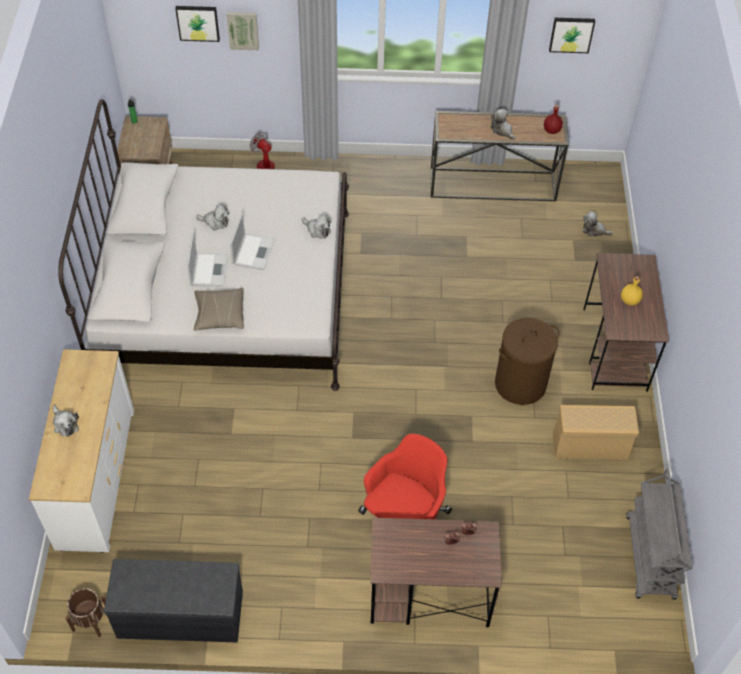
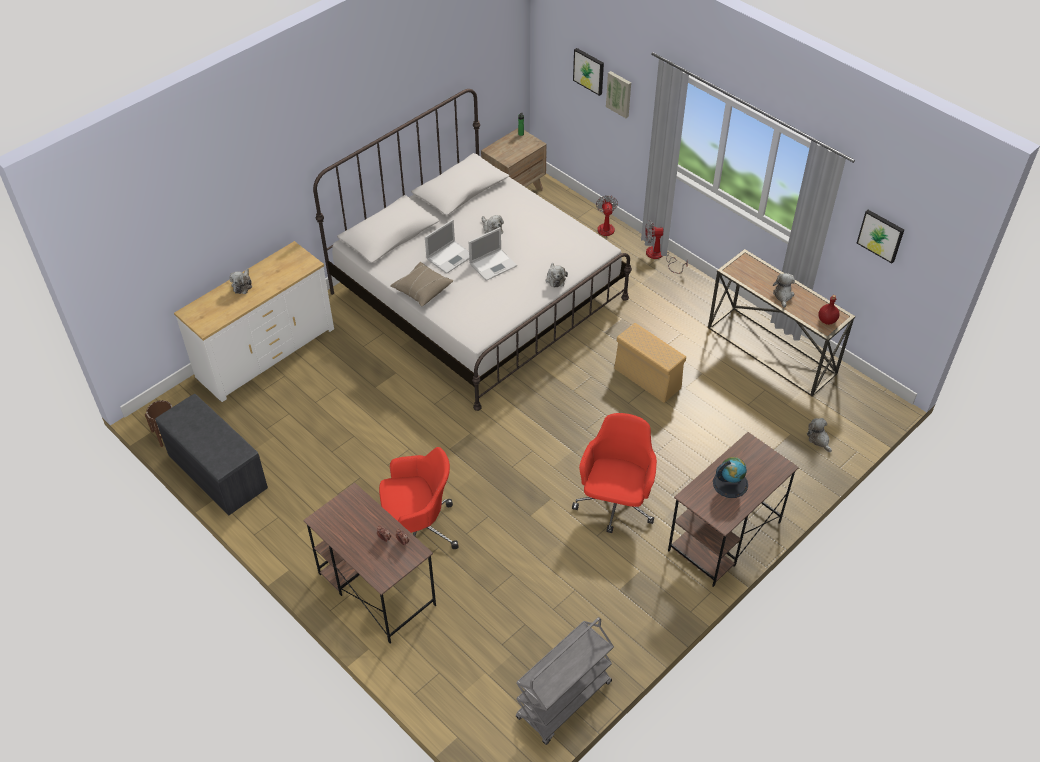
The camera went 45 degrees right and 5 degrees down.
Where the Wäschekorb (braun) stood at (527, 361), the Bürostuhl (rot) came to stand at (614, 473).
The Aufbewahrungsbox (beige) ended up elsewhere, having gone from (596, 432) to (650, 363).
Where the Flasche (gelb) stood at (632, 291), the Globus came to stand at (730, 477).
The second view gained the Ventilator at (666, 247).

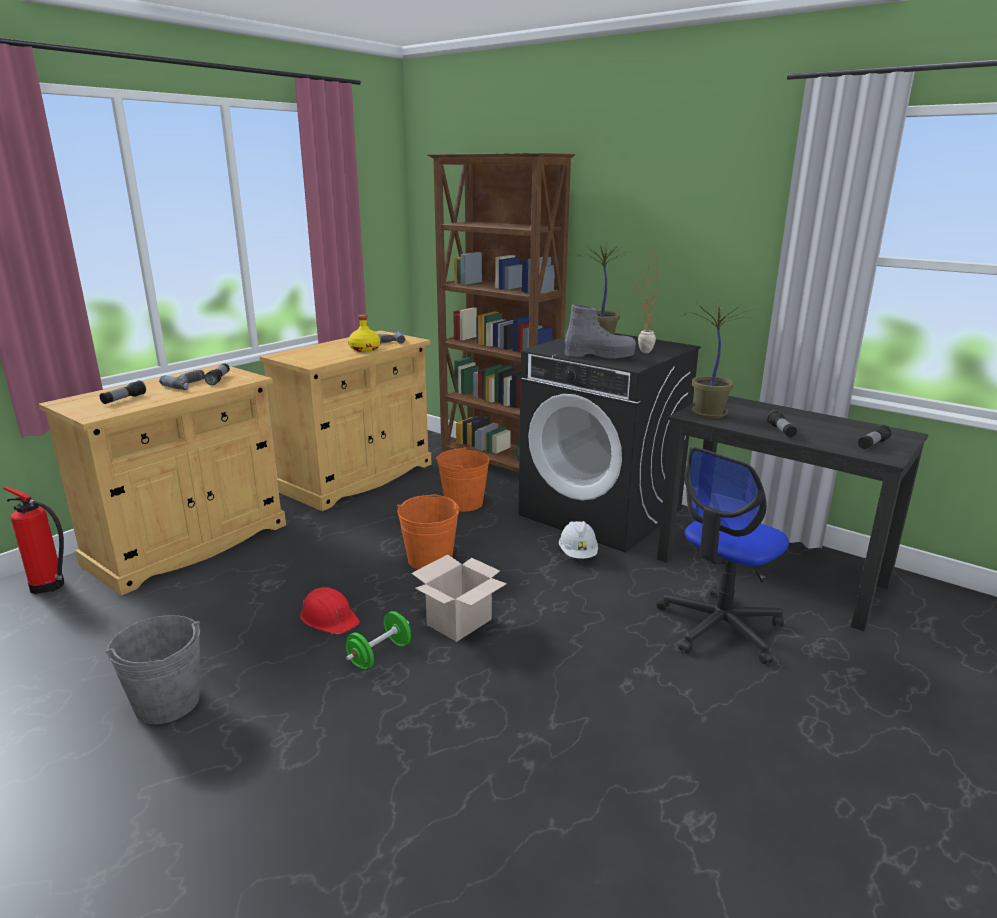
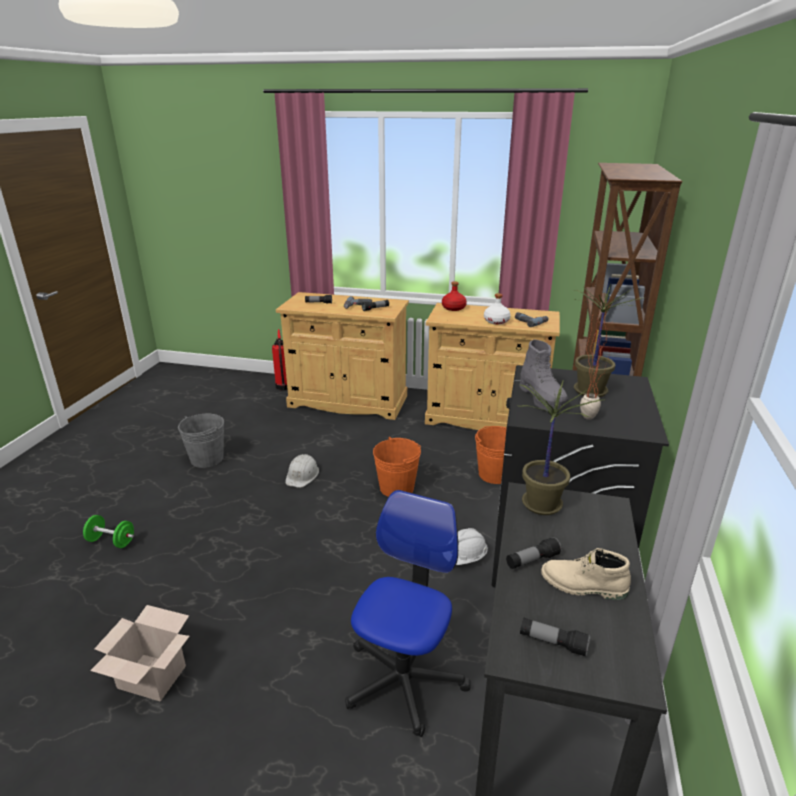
The camera went 65 degrees right and 5 degrees up.
What was the Schutzhelm (rot) at (330, 610) turned into the Schutzhelm (weiß) at (302, 471).
The Hantel (grün) ended up elsewhere, having gone from (378, 640) to (108, 531).
What was the Flasche (gelb) at (364, 333) turned into the Flasche (weiß) at (497, 309).
The Karton ended up elsewhere, having gone from (459, 598) to (140, 653).
The Bürostuhl at (723, 555) ended up facing another way, 90 degrees clockwise from before.
The second view gained the Flasche (rot) at (454, 296).
The second view gained the Stiefel (beige) at (586, 574).

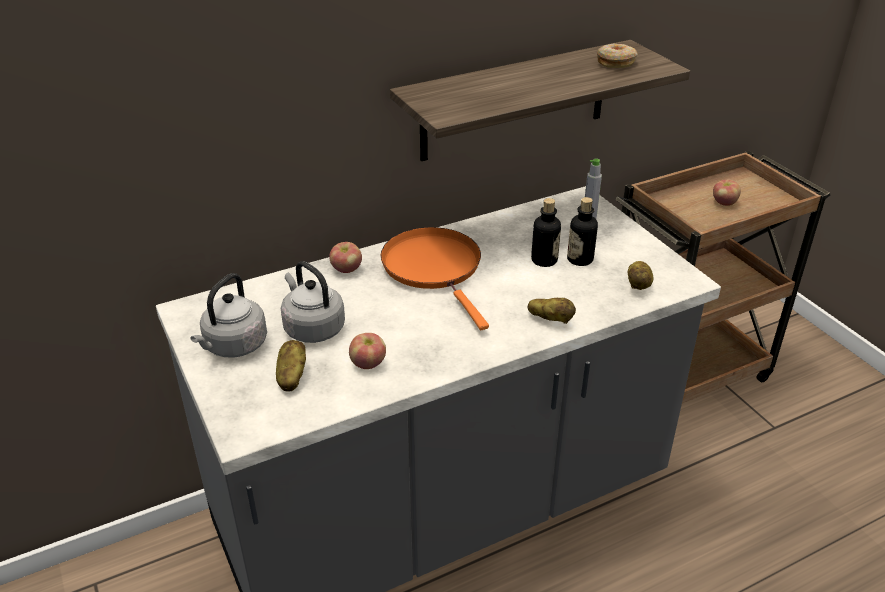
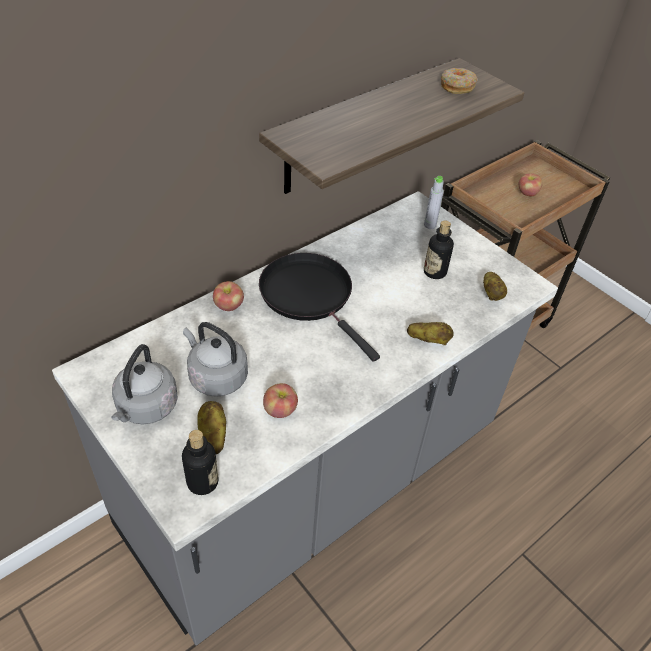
The camera went 15 degrees left and 10 degrees up.
What was the Pfanne (orange) at (435, 278) turned into the Pfanne (schwarz) at (319, 307).
The Flasche ended up elsewhere, having gone from (546, 232) to (200, 462).

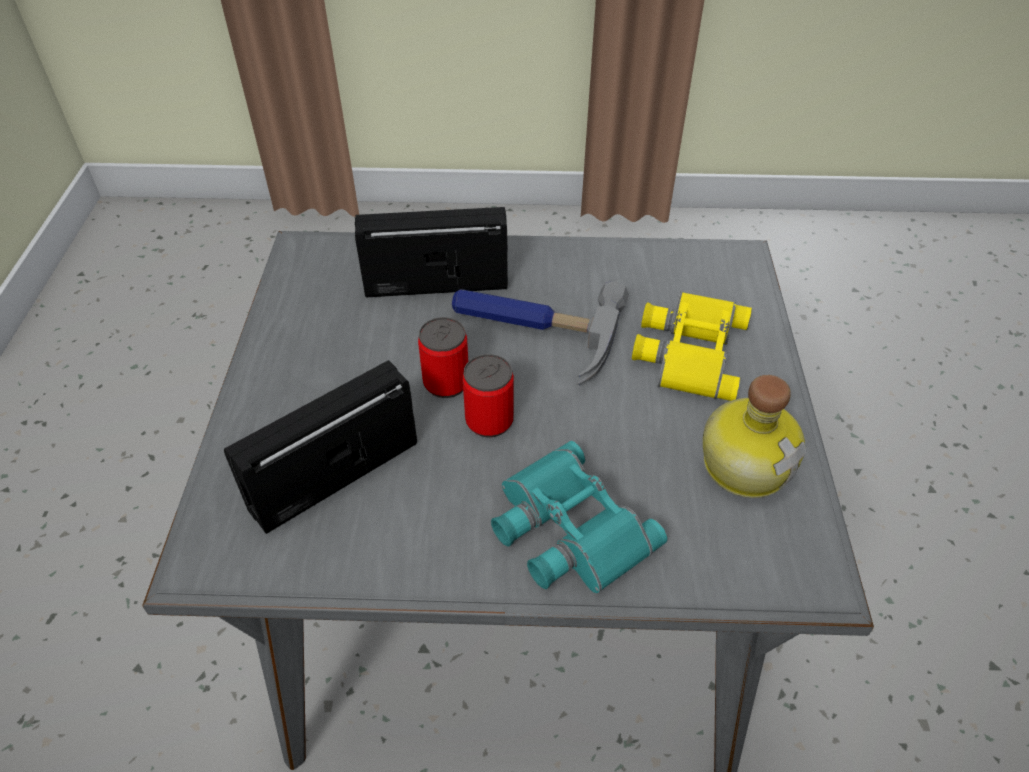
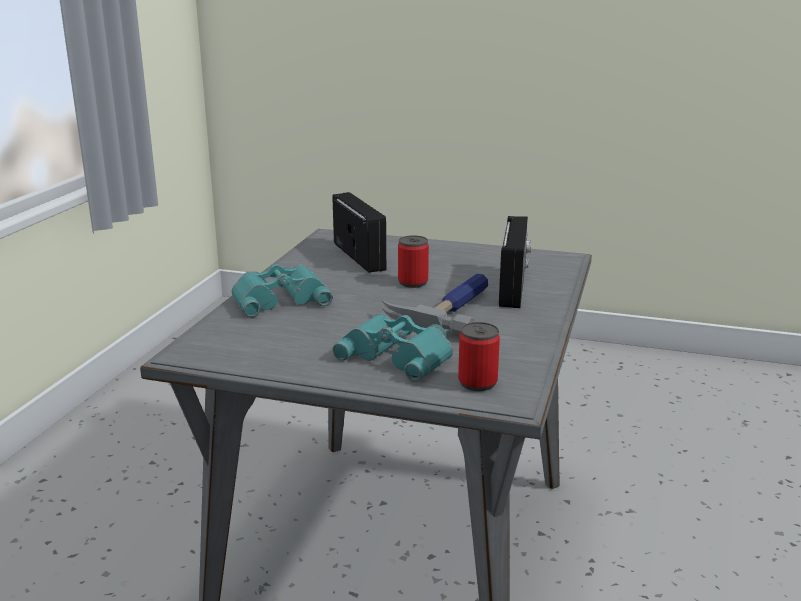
The camera went 105 degrees right and 25 degrees down.
The Dose ended up elsewhere, having gone from (488, 395) to (479, 356).
What was the Fernglas (gelb) at (692, 346) turned into the Fernglas (türkis) at (392, 347).
The second view lost the Flasche at (754, 436).

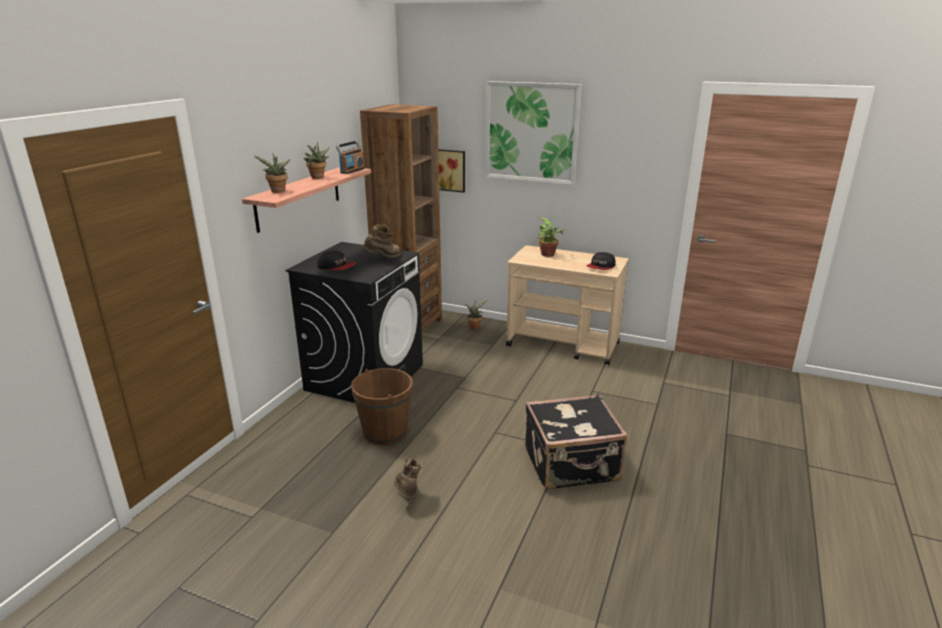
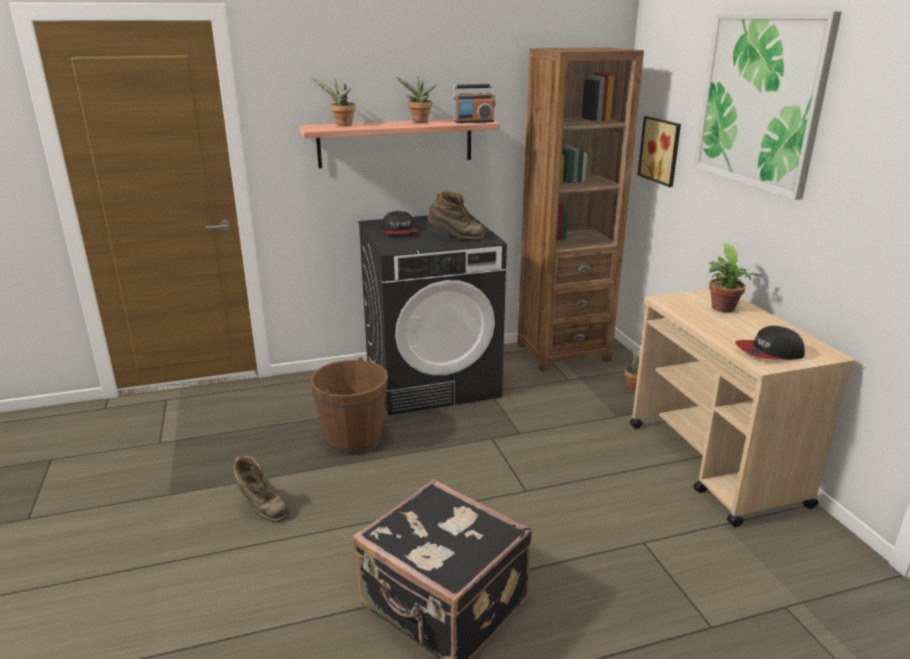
The camera went 50 degrees right and 0 degrees up.
The Stiefel (braun) at (409, 478) ended up facing another way, 90 degrees clockwise from before.

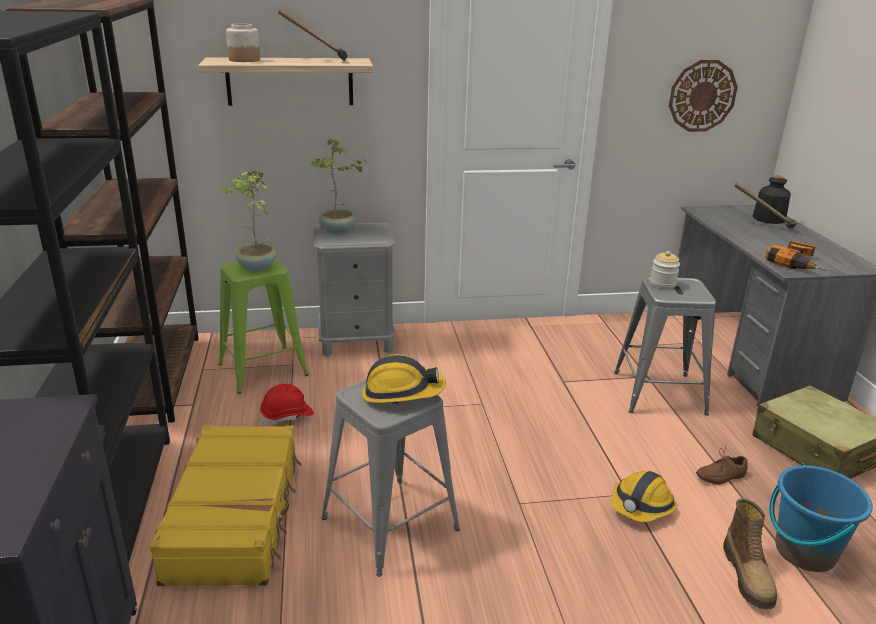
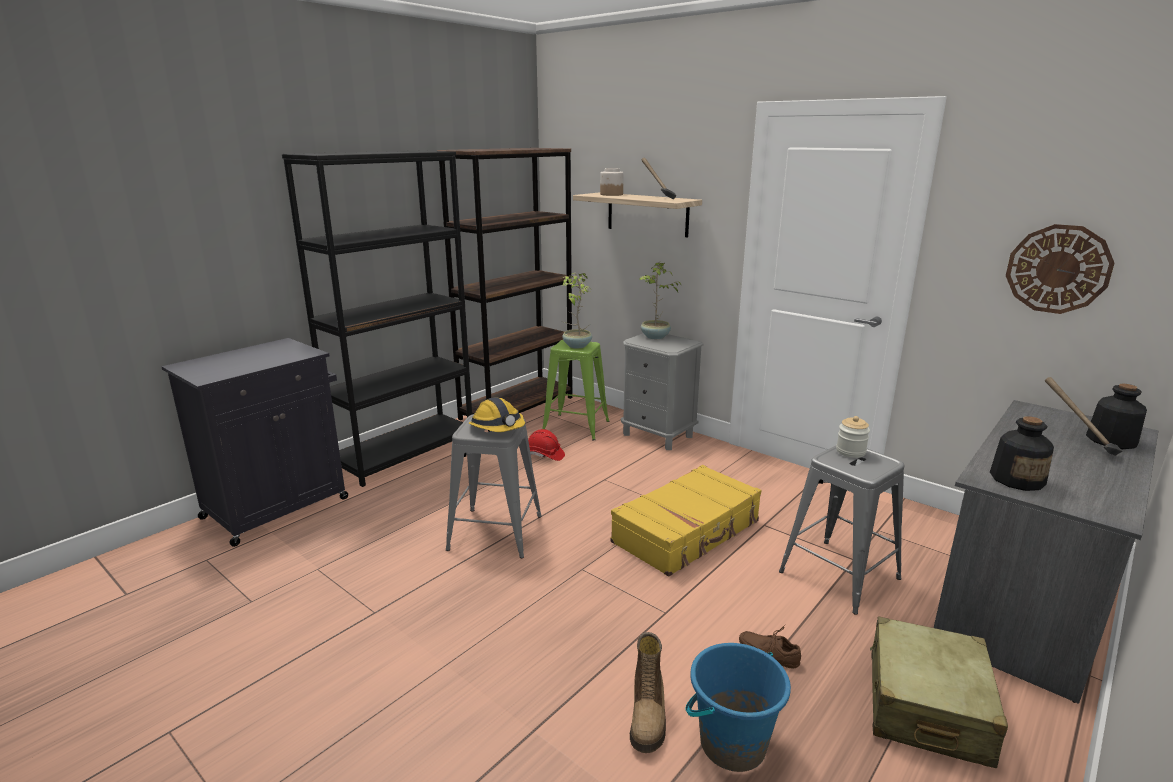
The camera went 50 degrees right and 5 degrees down.
The Koffer (gelb) ended up elsewhere, having gone from (225, 505) to (686, 521).
The second view lost the Schutzhelm at (644, 496).
The Stiefel at (750, 554) ended up facing another way, 45 degrees counterclockwise from before.
Where the Bohrmaschine stood at (796, 256), the Flasche came to stand at (1022, 453).

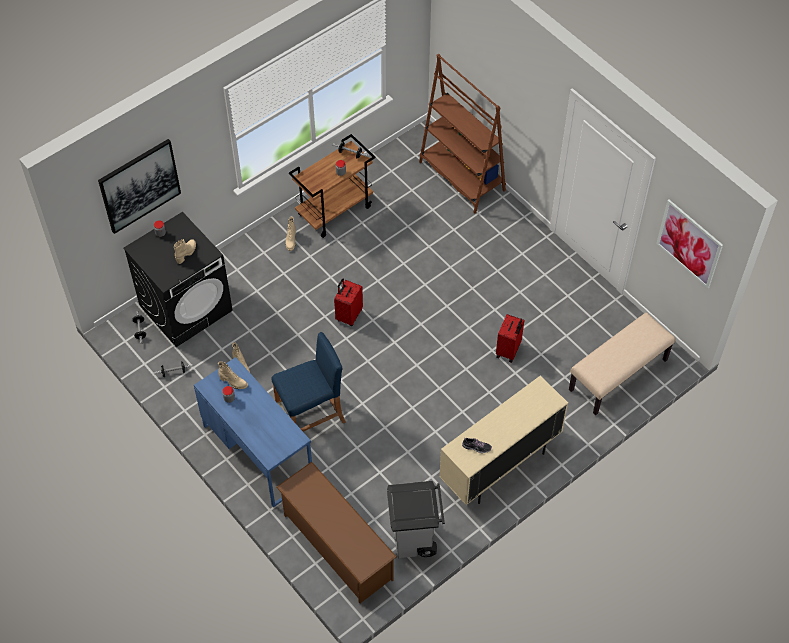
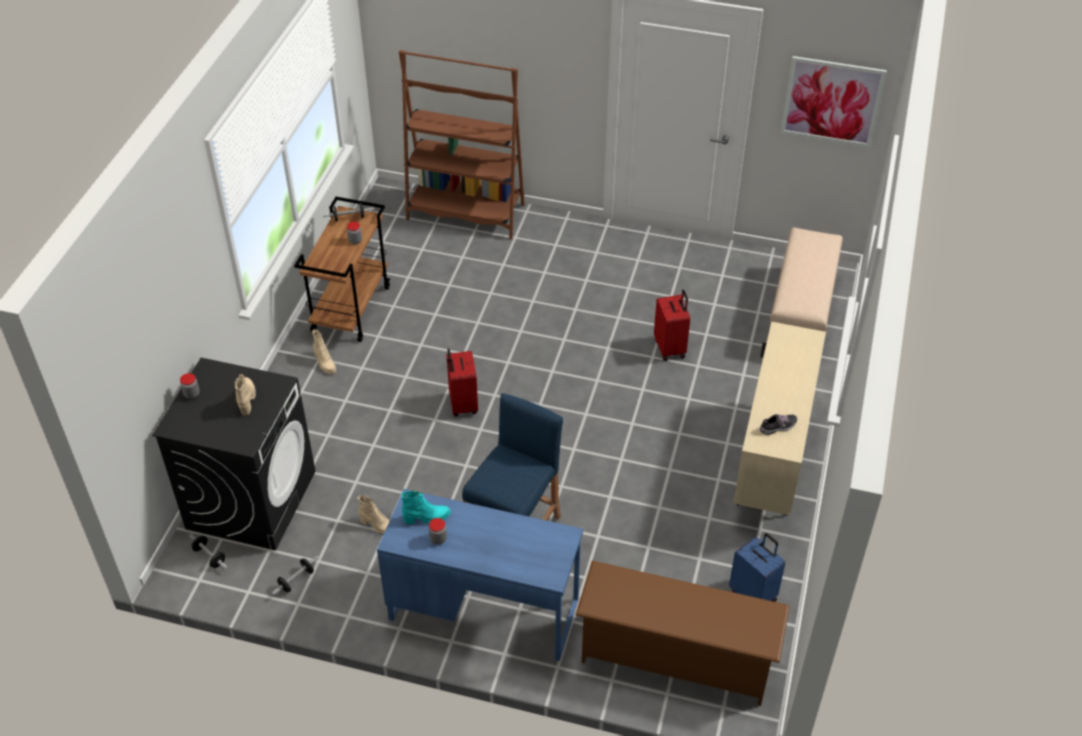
The camera went 35 degrees left and 10 degrees down.
The second view lost the Bild at (139, 186).
What was the Stiefel (beige) at (233, 375) turned into the Stiefel (türkis) at (426, 507).
Where the Mülleimer (grau) stood at (416, 519), the Koffer (blau) came to stand at (757, 567).

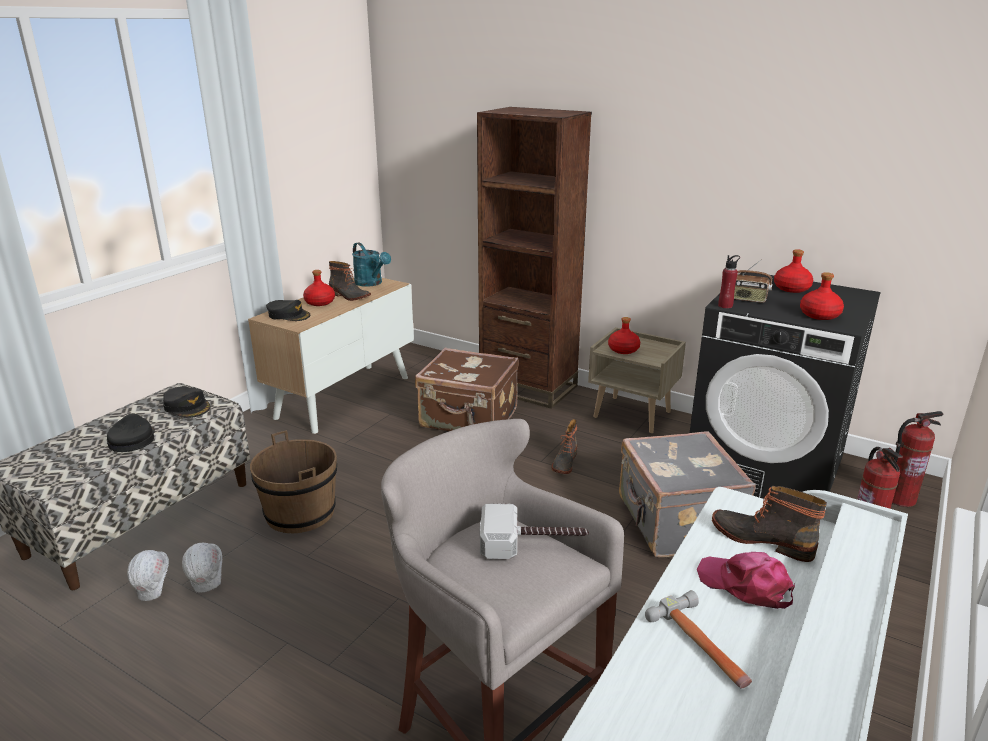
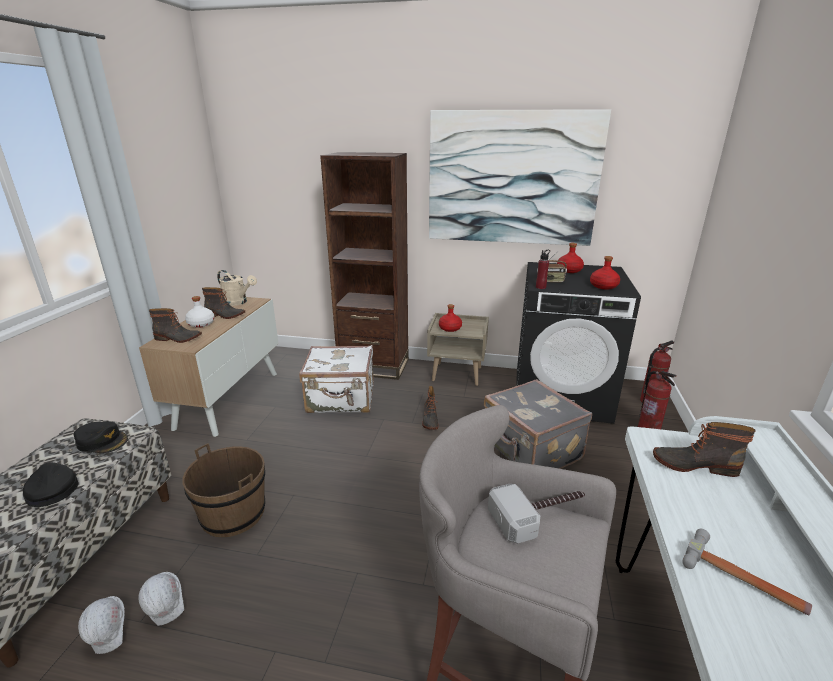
The camera went 20 degrees left and 0 degrees up.
Where the Kappe (schwarz) stood at (288, 310), the Stiefel came to stand at (175, 325).
What was the Flasche (rot) at (319, 288) turned into the Flasche (weiß) at (200, 312).
What was the Gießkanne (türkis) at (371, 265) turned into the Gießkanne (beige) at (237, 288).
What was the Koffer (braun) at (467, 389) turned into the Koffer (weiß) at (336, 379).
The second view lost the Kappe (rosa) at (746, 580).
The second view gained the Bild at (520, 177).

